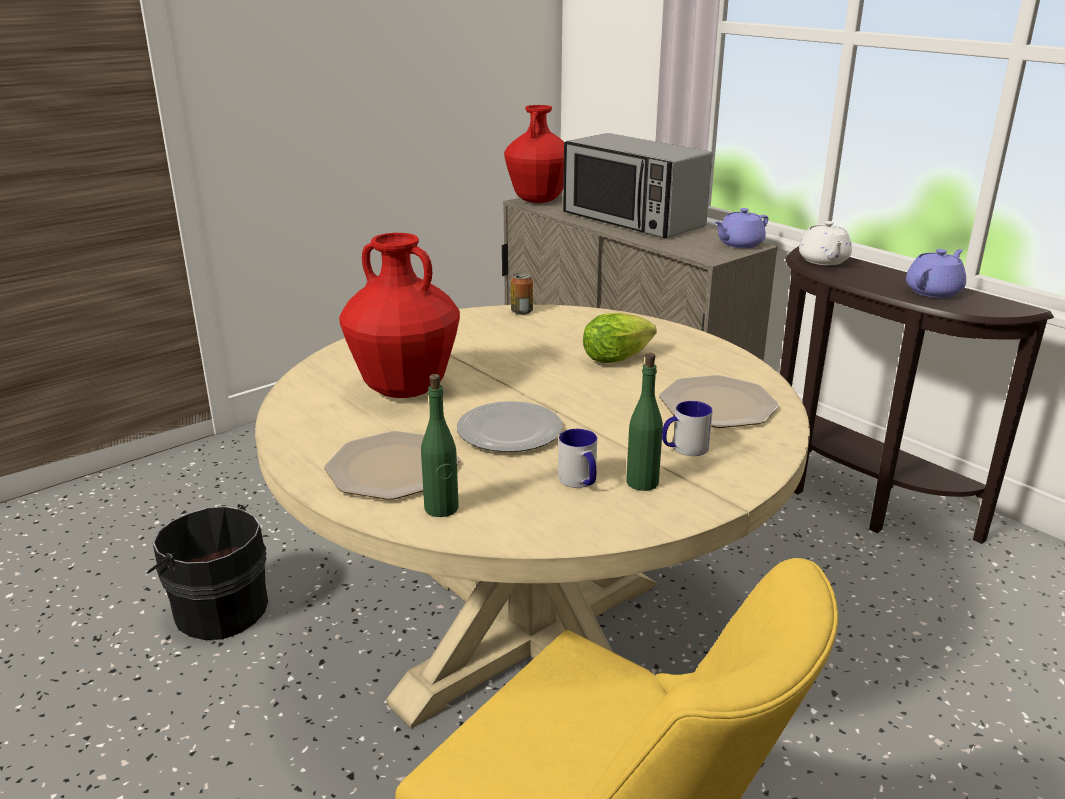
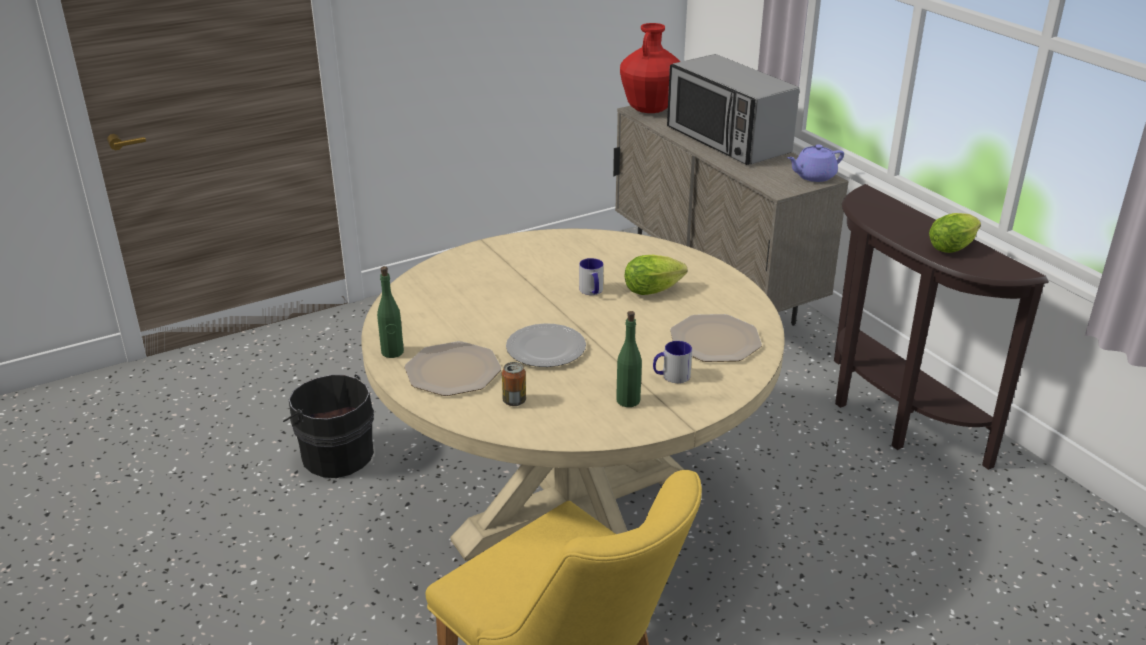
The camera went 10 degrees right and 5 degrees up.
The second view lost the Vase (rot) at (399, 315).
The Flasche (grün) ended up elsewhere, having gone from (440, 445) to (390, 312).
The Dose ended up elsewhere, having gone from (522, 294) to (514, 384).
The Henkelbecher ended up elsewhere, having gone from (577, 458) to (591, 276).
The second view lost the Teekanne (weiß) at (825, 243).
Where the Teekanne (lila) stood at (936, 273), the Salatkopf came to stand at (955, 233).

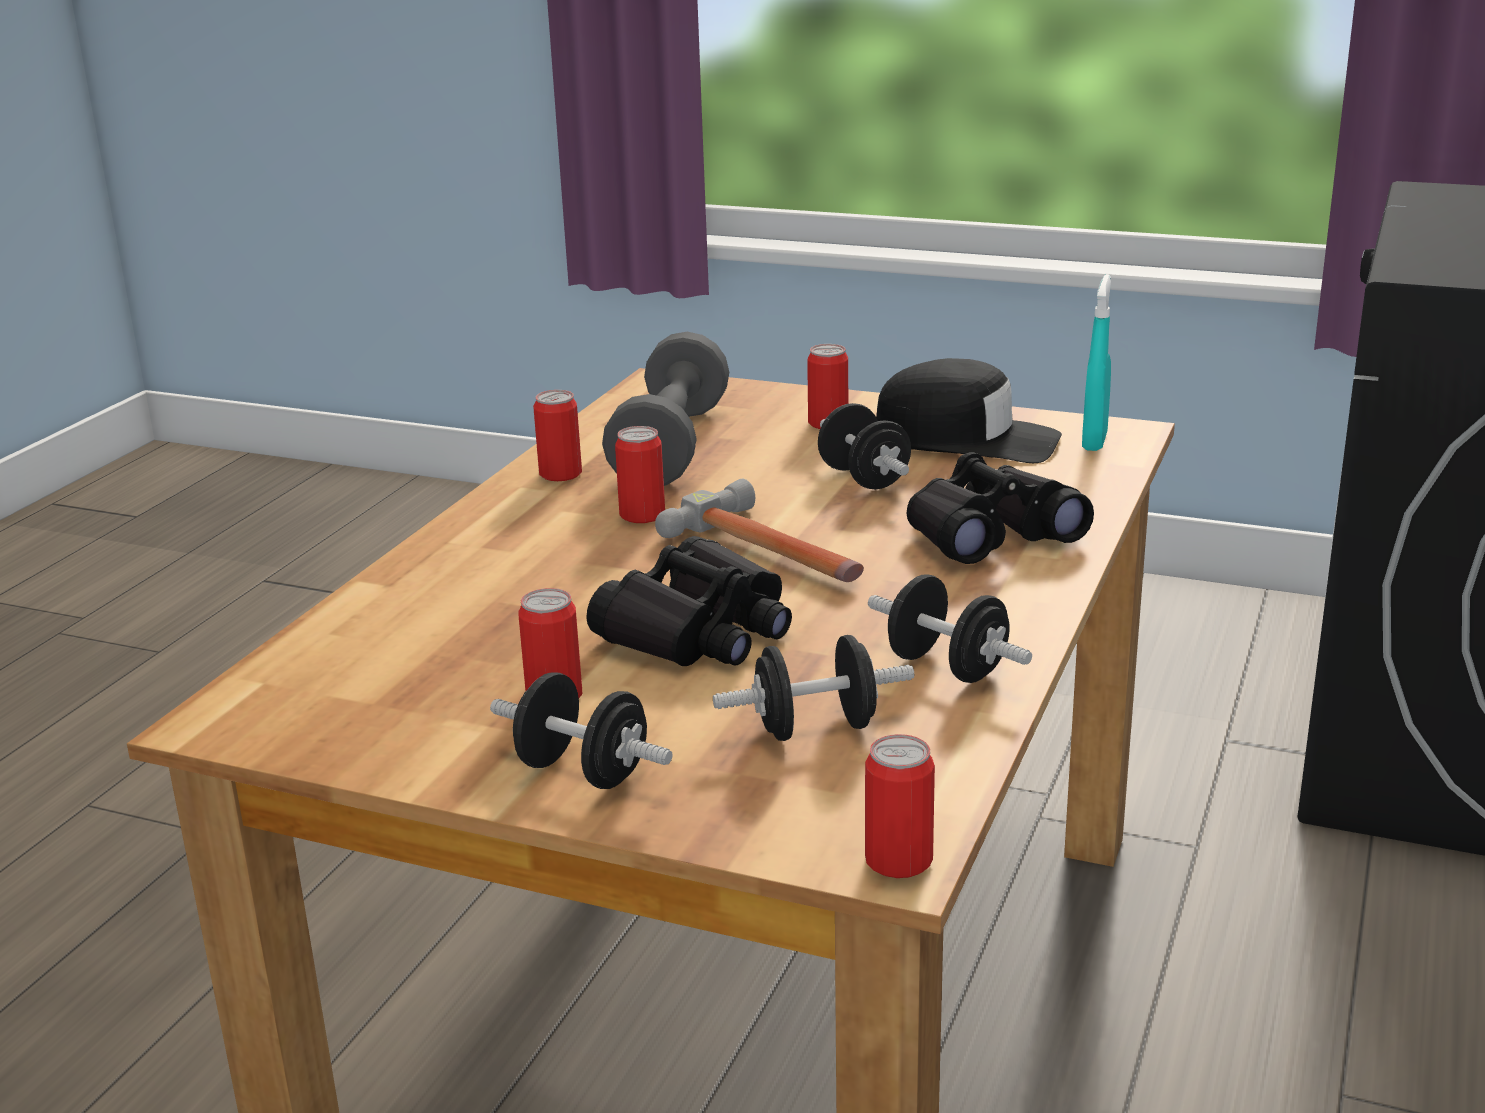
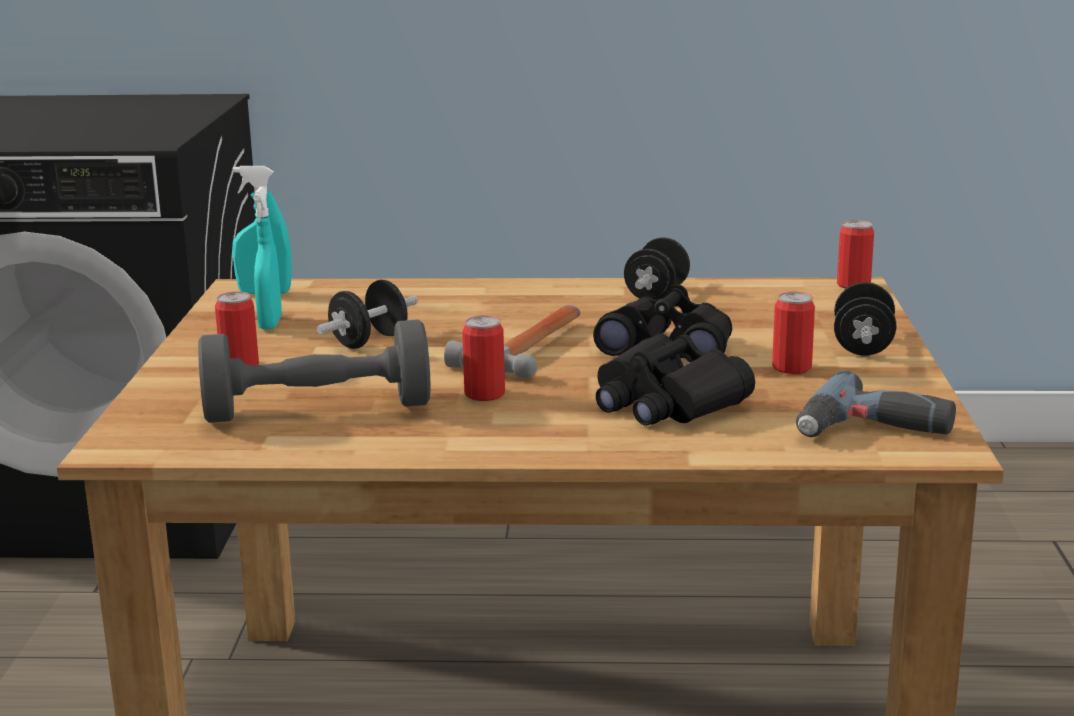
The camera went 110 degrees left and 5 degrees down.
The second view lost the Dose at (557, 435).
The second view lost the Hantel (schwarz) at (813, 688).
Where the Kappe (schwarz) stood at (969, 410), the Sprühflasche (türkis) came to stand at (267, 258).
The Fernglas (schwarz) ended up elsewhere, having gone from (1000, 508) to (675, 380).
The second view gained the Bohrmaschine at (876, 404).

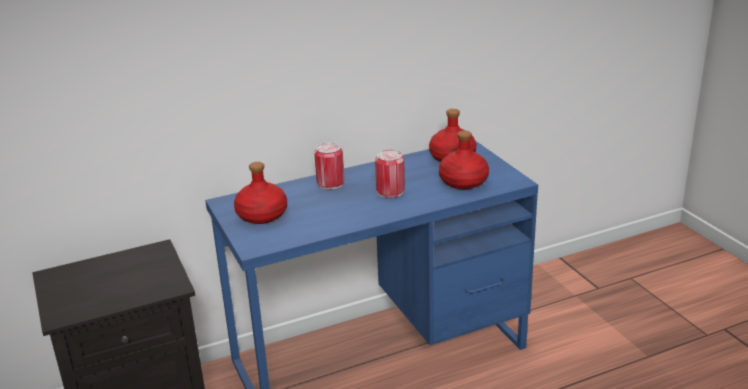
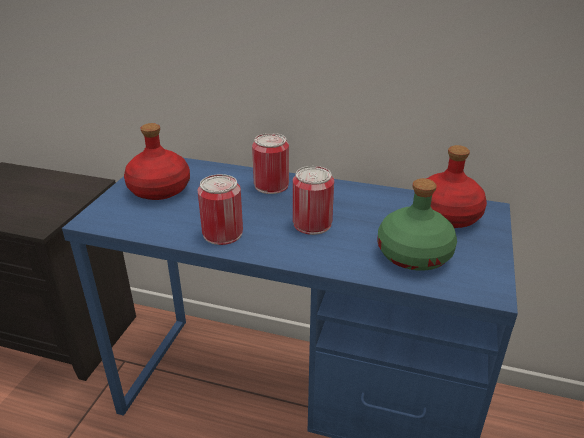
The camera went 40 degrees right and 5 degrees up.
What was the Flasche (rot) at (464, 159) turned into the Flasche (grün) at (417, 224).
The second view gained the Dose at (220, 209).

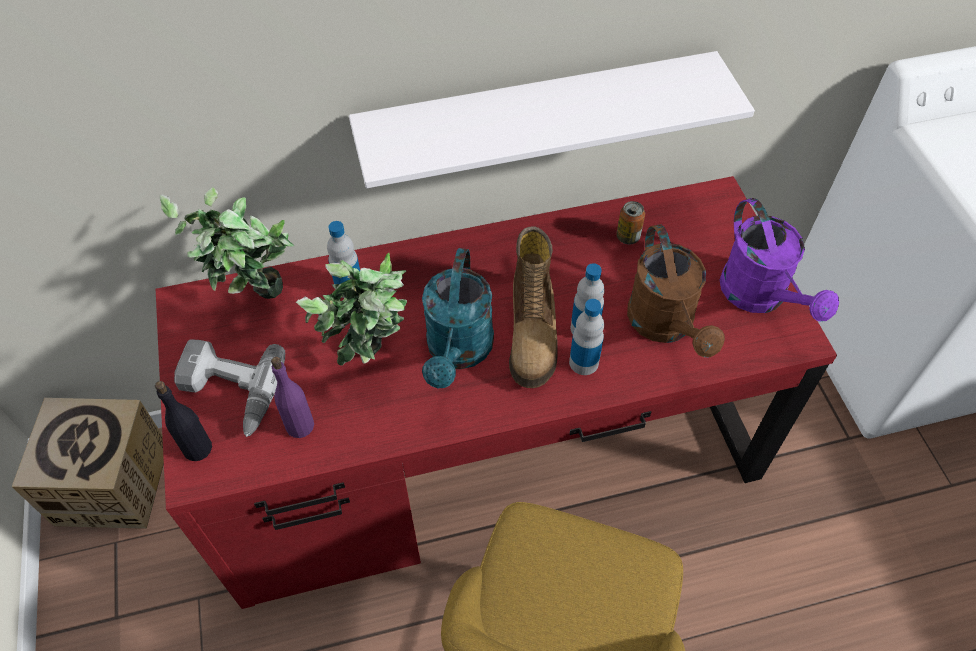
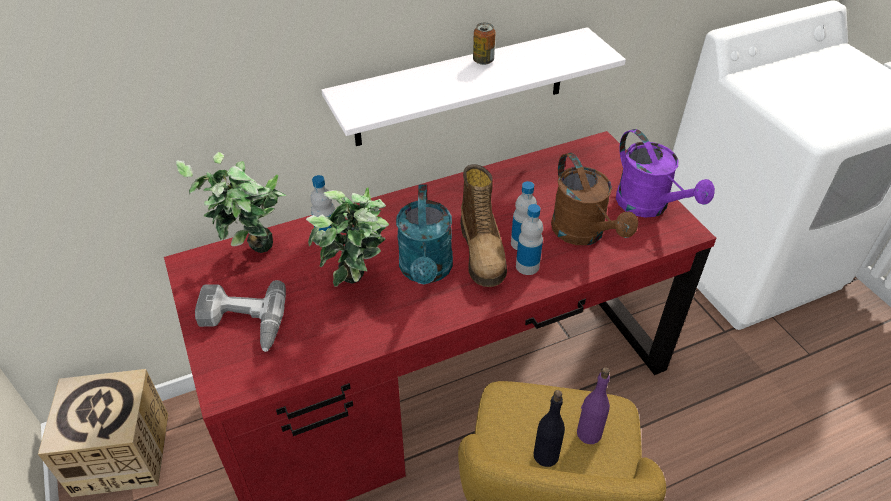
The camera went 10 degrees left and 10 degrees down.
The Flasche (schwarz) ended up elsewhere, having gone from (183, 421) to (549, 428).
The Flasche (lila) ended up elsewhere, having gone from (292, 397) to (593, 405).
The Dose ended up elsewhere, having gone from (630, 222) to (484, 44).

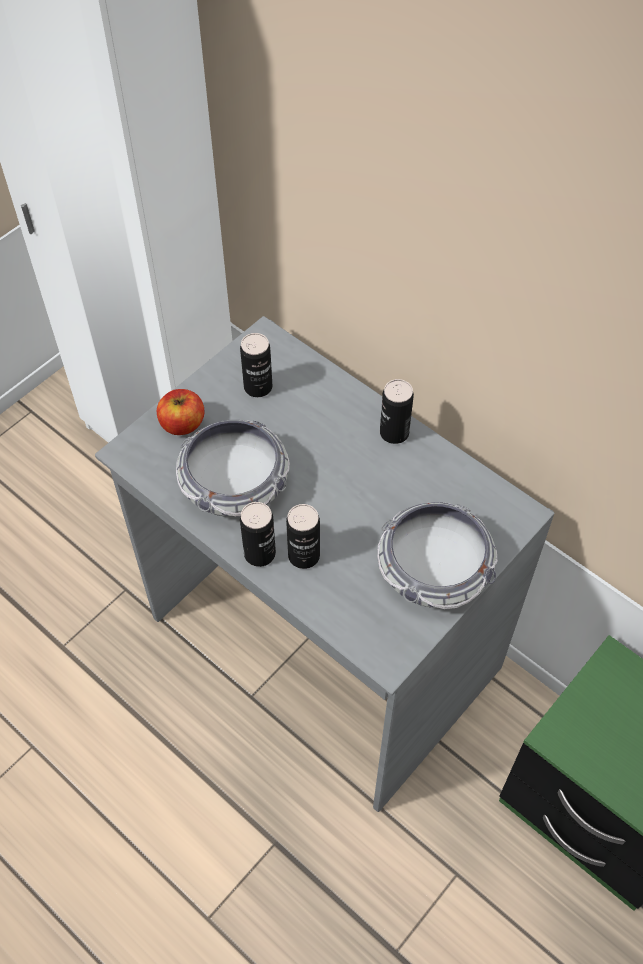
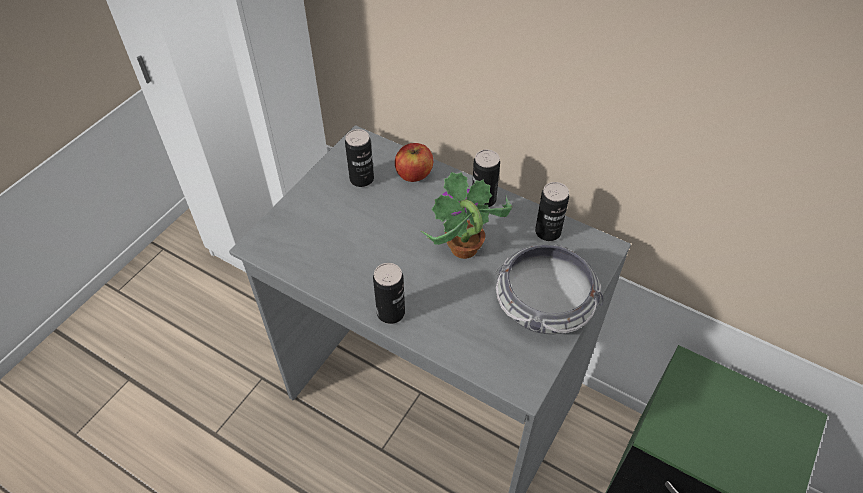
The camera went 10 degrees left and 5 degrees down.
The Apfel ended up elsewhere, having gone from (180, 412) to (414, 162).
The second view lost the Schüssel at (233, 468).
The Dose ended up elsewhere, having gone from (303, 536) to (552, 211).
The second view gained the Topfpflanze at (466, 215).

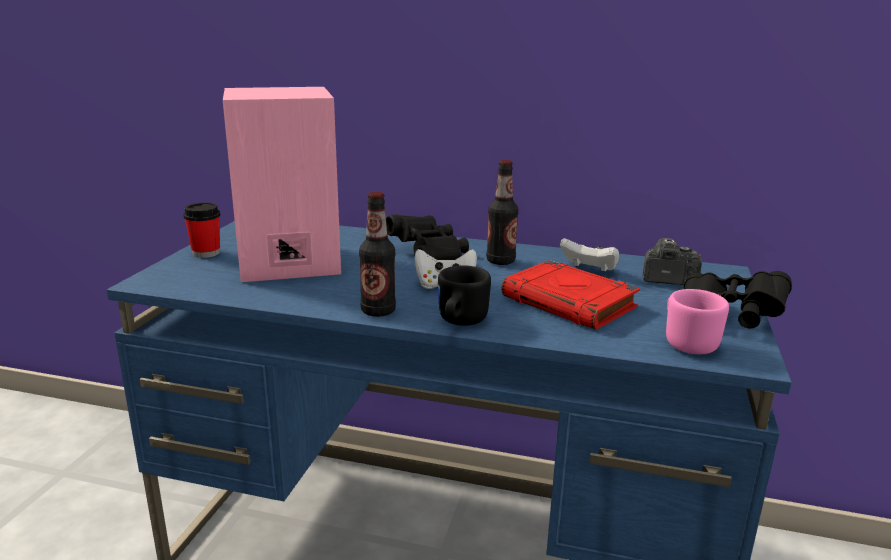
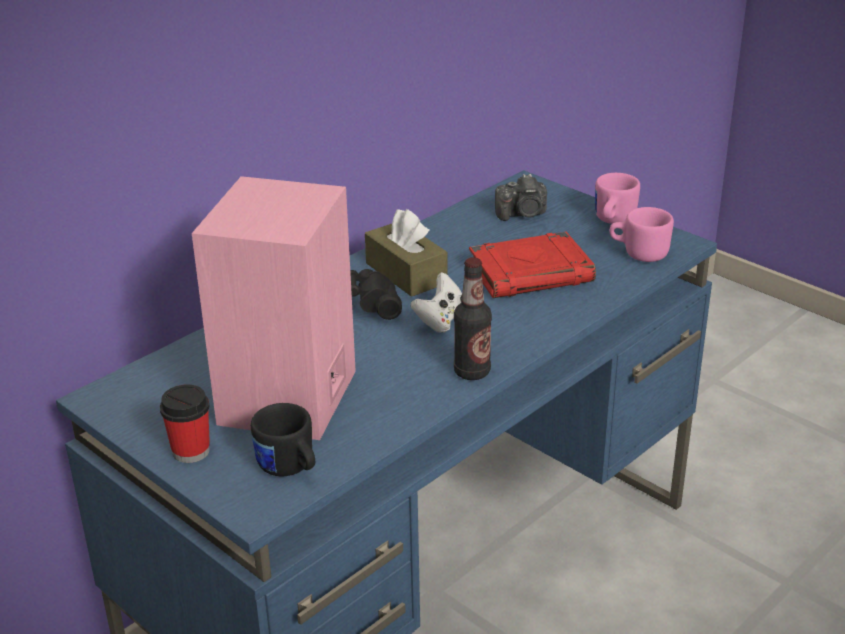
The camera went 60 degrees left and 10 degrees up.
The Henkelbecher (schwarz) ended up elsewhere, having gone from (464, 295) to (283, 439).
Where the Flasche stood at (502, 212), the Taschentuchbox (braun) came to stand at (406, 253).
The second view lost the Gamepad (weiß) at (589, 255).
The Kamera at (672, 261) ended up facing another way, 135 degrees counterclockwise from before.
Where the Fernglas (schwarz) stood at (738, 299), the Henkelbecher (rosa) came to stand at (617, 198).

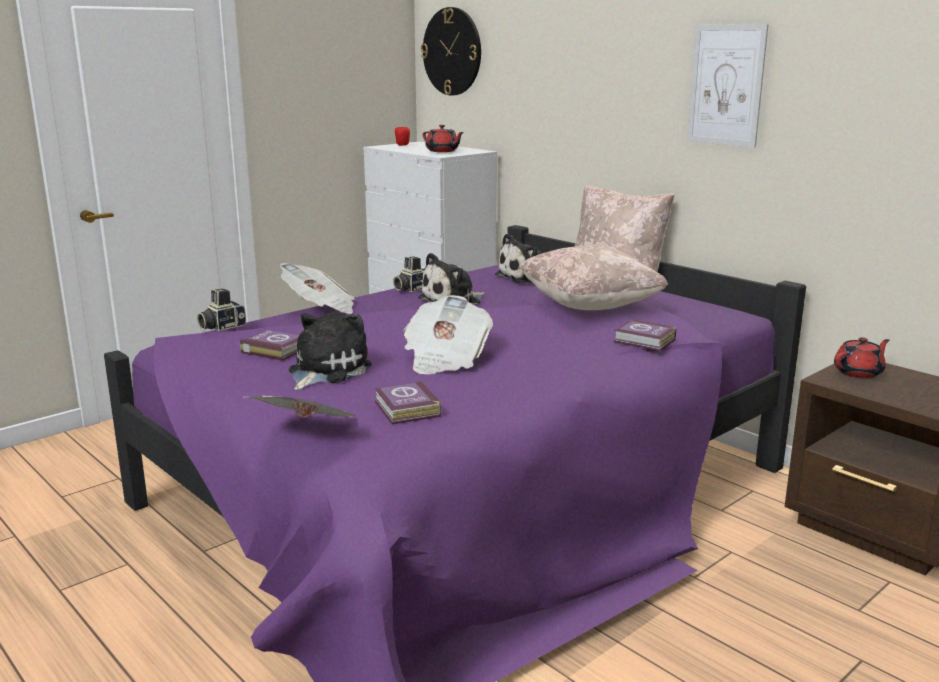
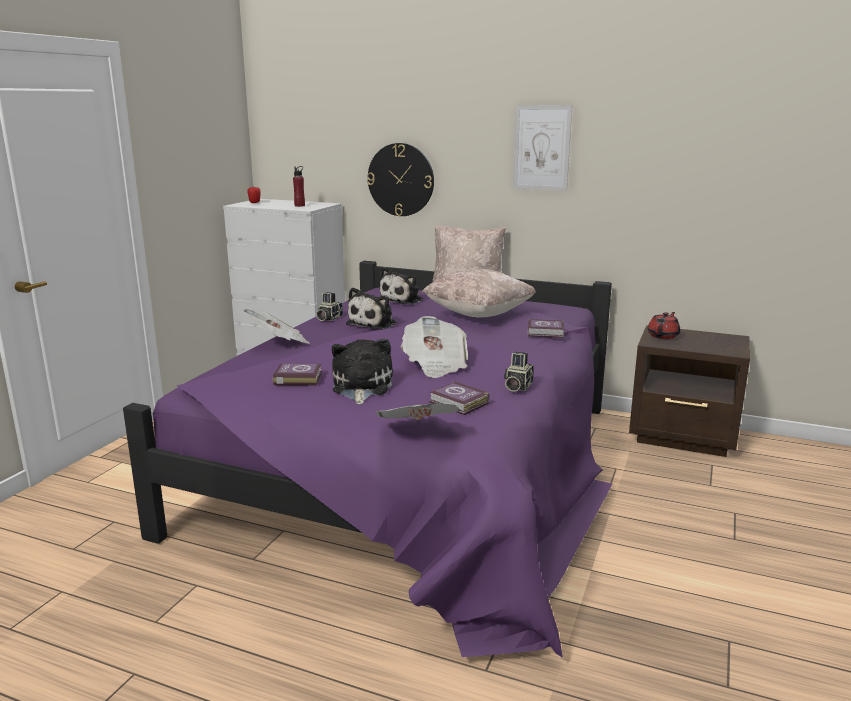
The camera went 25 degrees left and 0 degrees up.
The Kamera ended up elsewhere, having gone from (221, 310) to (519, 371).
The Wanduhr ended up elsewhere, having gone from (451, 51) to (400, 179).
Where the Teekanne (rot) stood at (443, 138), the Flasche (rot) came to stand at (299, 186).

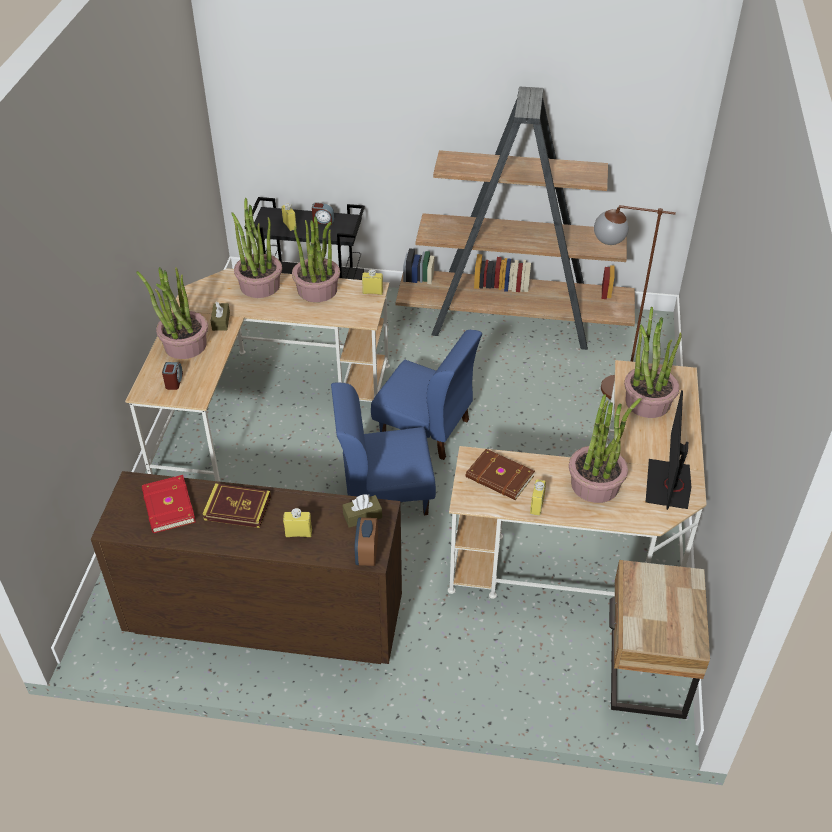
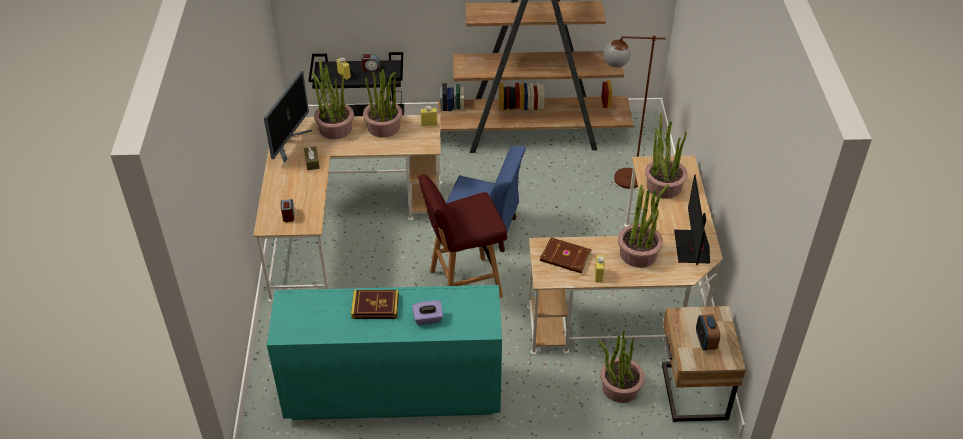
The camera went 10 degrees left and 0 degrees up.
What was the Kommode (braun) at (246, 567) turned into the Kommode (türkis) at (384, 352).
The Topfpflanze ended up elsewhere, having gone from (172, 313) to (621, 366).
The second view lost the Buch (rot) at (169, 504).
Where the Flasche (gelb) stood at (297, 522), the Taschentuchbox (lila) came to stand at (427, 313).
Where the Stuhl (blau) stood at (383, 448), the Hocker (rot) came to stand at (462, 236).
The second view lost the Taschentuchbox (braun) at (362, 511).
The Wecker ended up elsewhere, having gone from (366, 541) to (708, 332).
The second view gained the Monitor at (288, 117).

